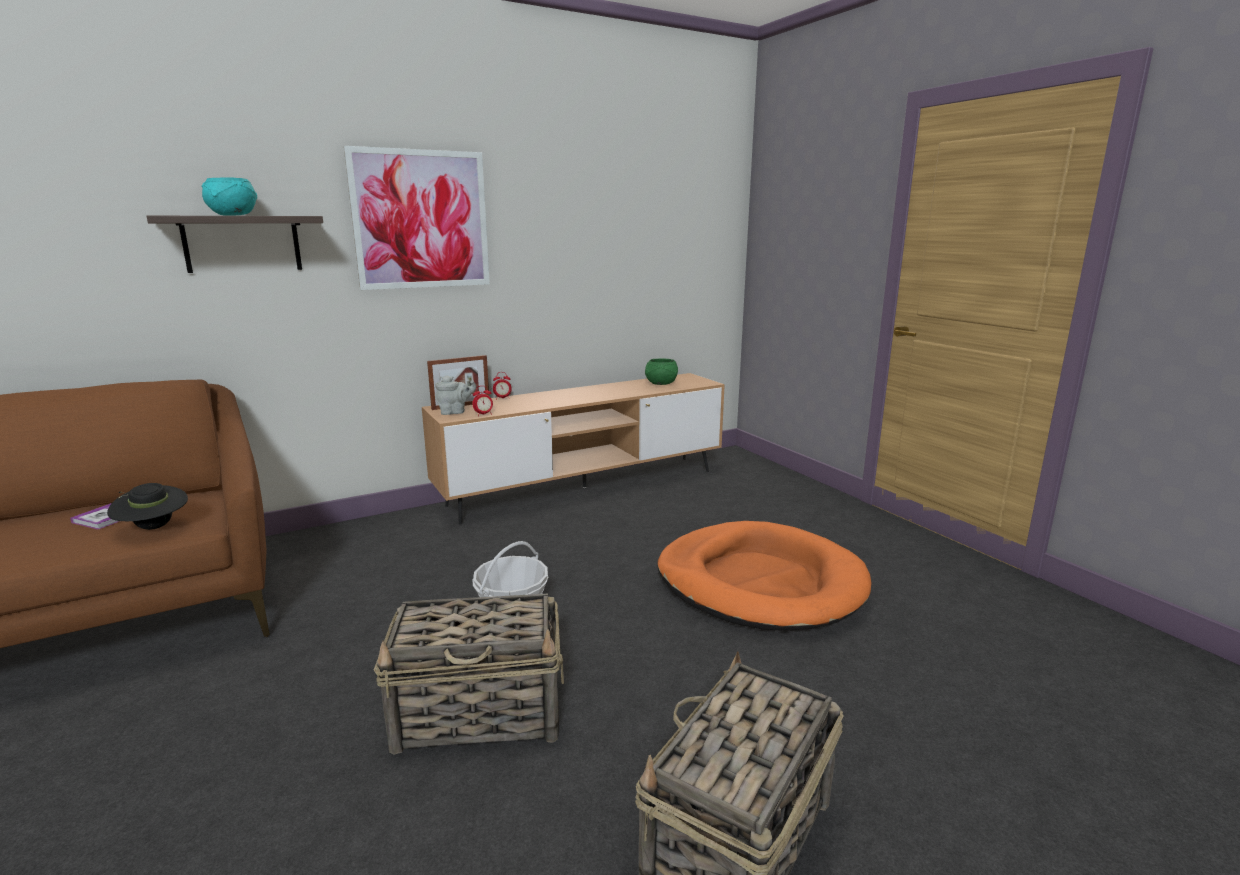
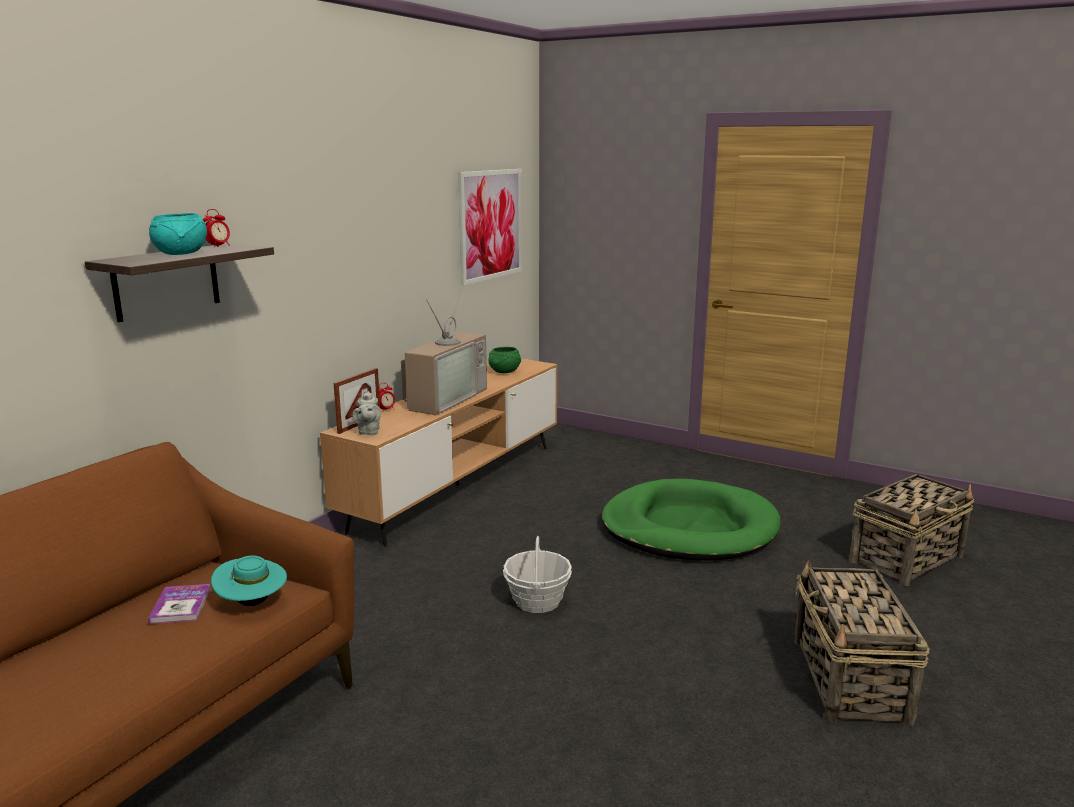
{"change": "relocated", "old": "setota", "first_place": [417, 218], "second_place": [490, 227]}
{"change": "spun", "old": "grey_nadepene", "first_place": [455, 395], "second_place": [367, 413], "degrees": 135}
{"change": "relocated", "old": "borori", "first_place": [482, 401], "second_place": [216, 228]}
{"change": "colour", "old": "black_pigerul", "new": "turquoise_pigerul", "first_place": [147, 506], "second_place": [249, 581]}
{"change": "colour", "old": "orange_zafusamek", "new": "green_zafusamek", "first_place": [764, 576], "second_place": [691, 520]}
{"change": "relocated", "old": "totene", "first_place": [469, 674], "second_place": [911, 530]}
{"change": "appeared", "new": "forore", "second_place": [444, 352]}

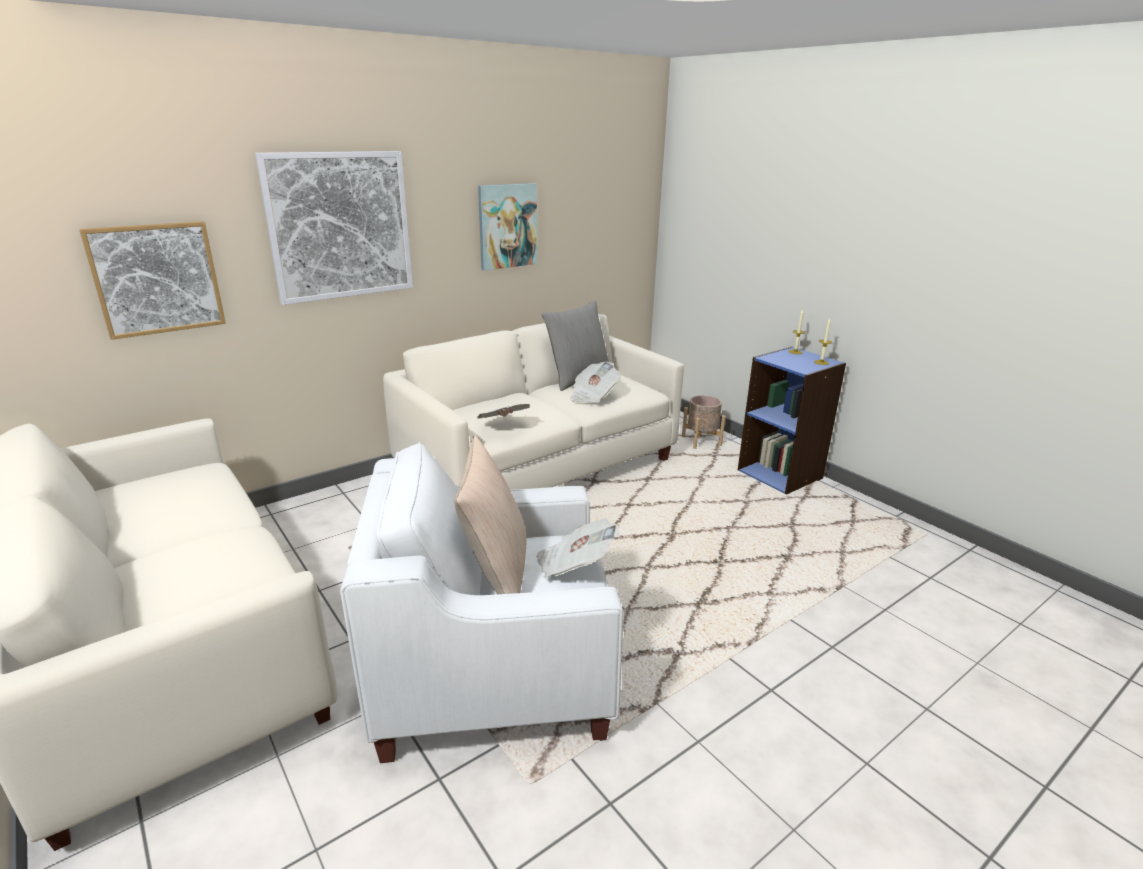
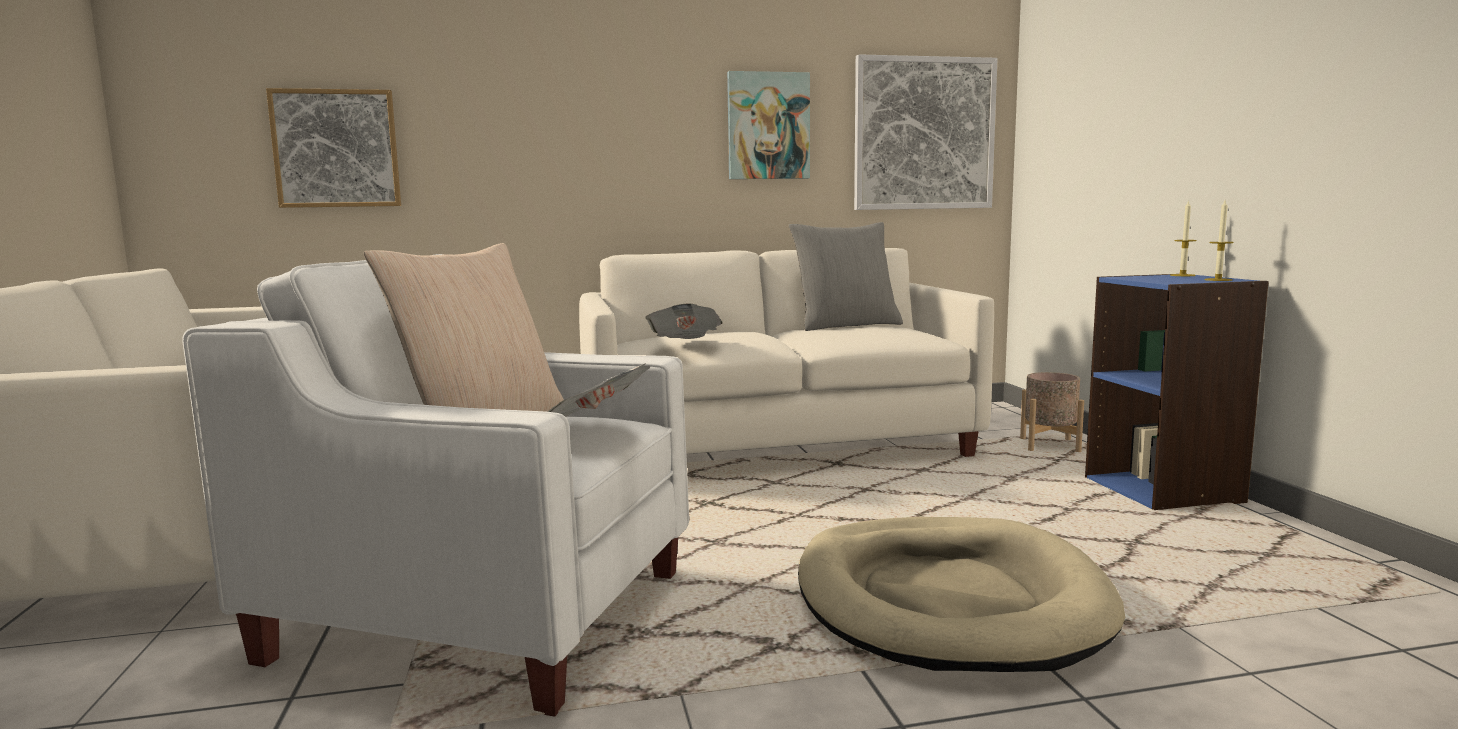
{"change": "relocated", "old": "setota", "first_place": [334, 228], "second_place": [926, 132]}
{"change": "missing", "old": "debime", "first_place": [595, 382]}
{"change": "appeared", "new": "beige_zafusamek", "second_place": [961, 594]}

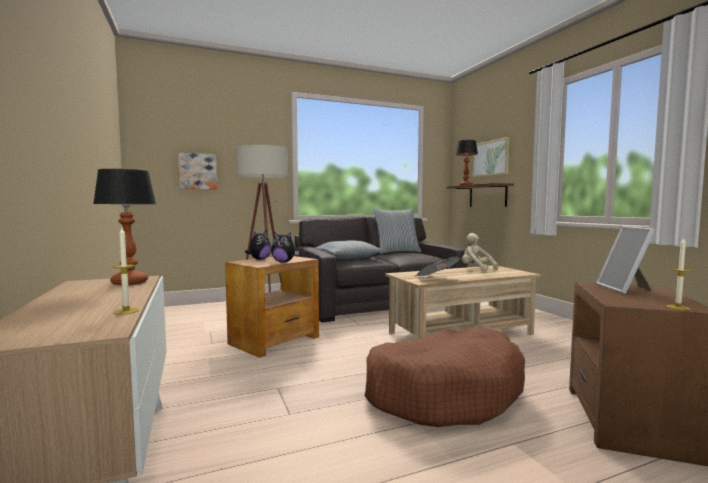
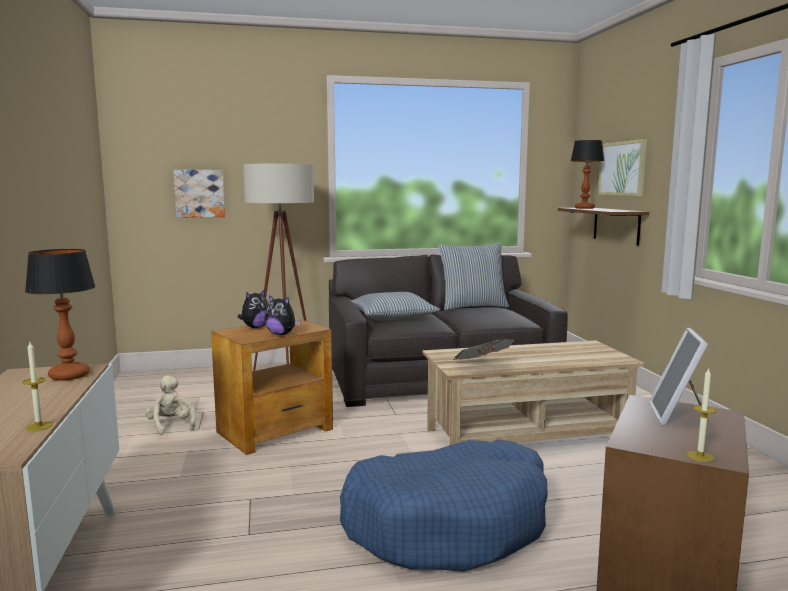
{"change": "relocated", "old": "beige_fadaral", "first_place": [480, 252], "second_place": [170, 405]}
{"change": "colour", "old": "brown_zafusamek", "new": "blue_zafusamek", "first_place": [444, 377], "second_place": [444, 505]}

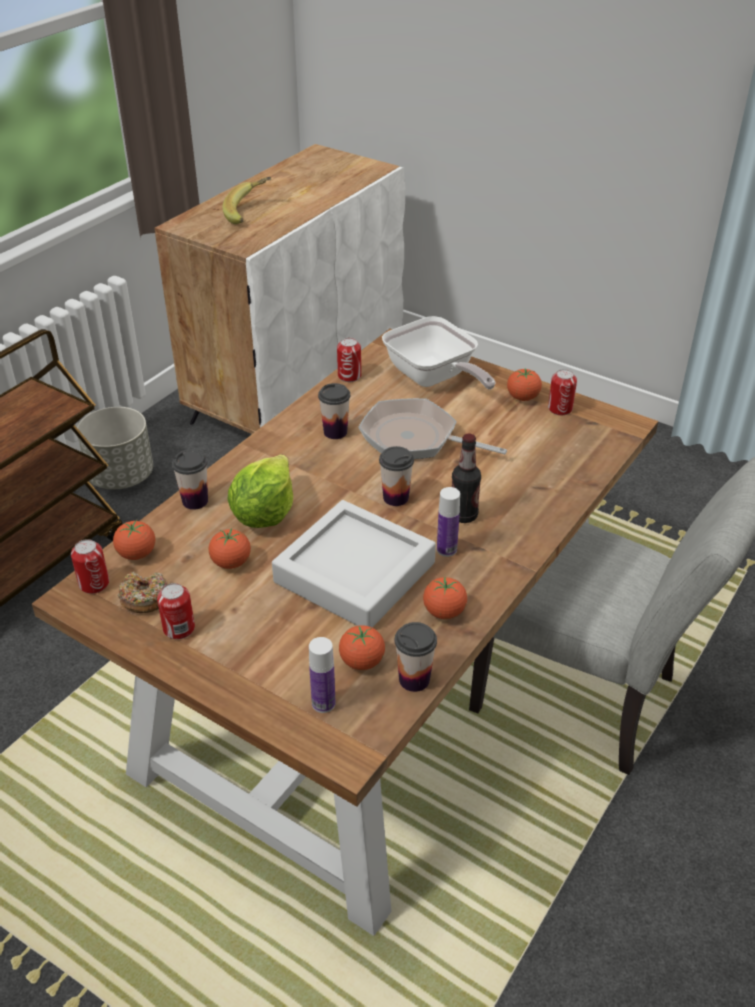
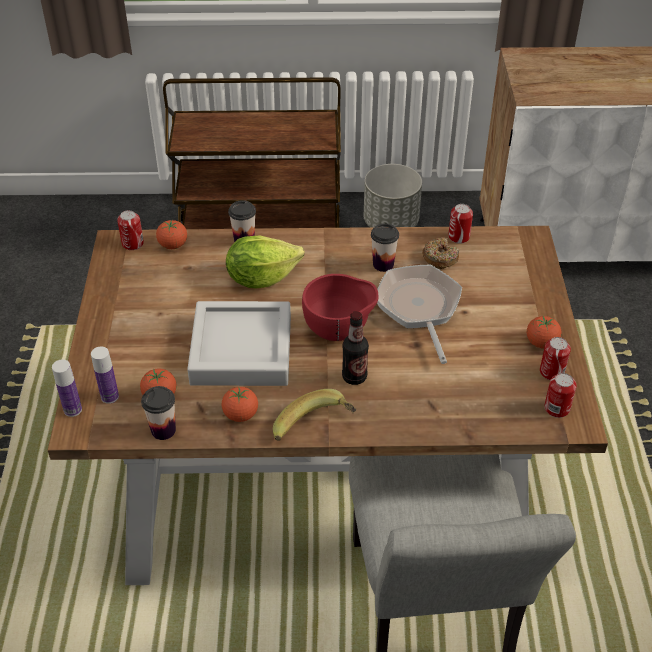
{"change": "relocated", "old": "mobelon", "first_place": [246, 200], "second_place": [314, 415]}
{"change": "missing", "old": "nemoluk", "first_place": [439, 353]}
{"change": "exchanged", "old": "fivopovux", "new": "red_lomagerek", "first_place": [396, 476], "second_place": [340, 307]}
{"change": "relocated", "old": "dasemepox", "first_place": [448, 522], "second_place": [67, 388]}
{"change": "missing", "old": "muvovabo", "first_place": [230, 548]}
{"change": "relocated", "old": "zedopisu", "first_place": [142, 592], "second_place": [440, 253]}
{"change": "relocated", "old": "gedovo", "first_place": [176, 611], "second_place": [560, 395]}

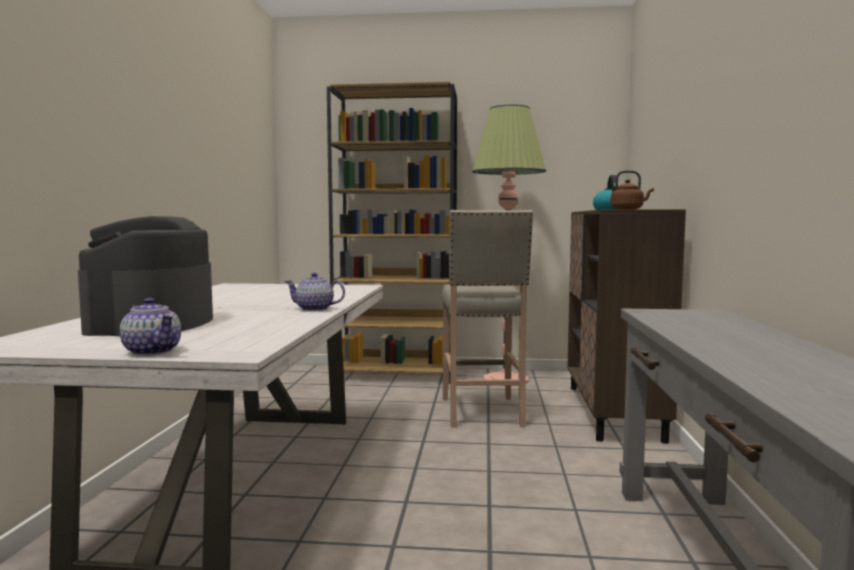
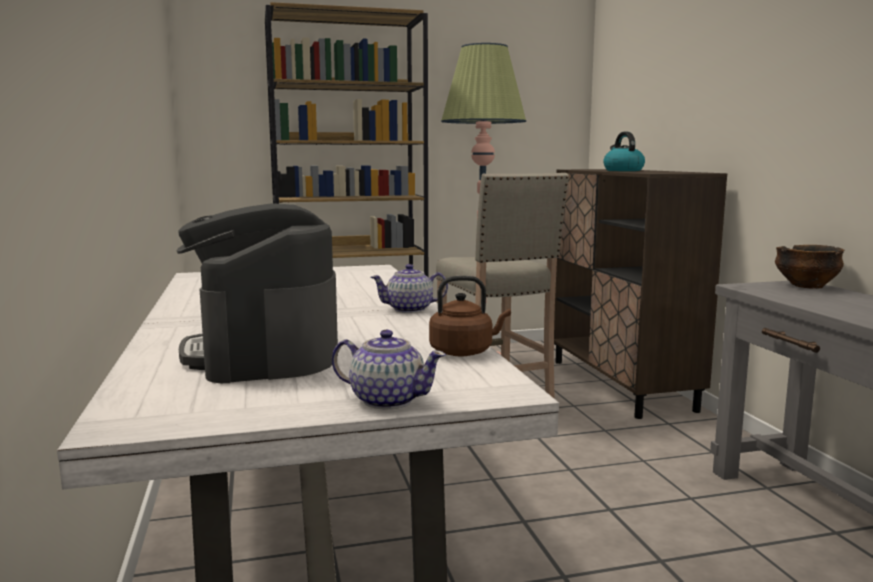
{"change": "relocated", "old": "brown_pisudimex", "first_place": [632, 190], "second_place": [470, 316]}
{"change": "appeared", "new": "lomagerek", "second_place": [809, 267]}

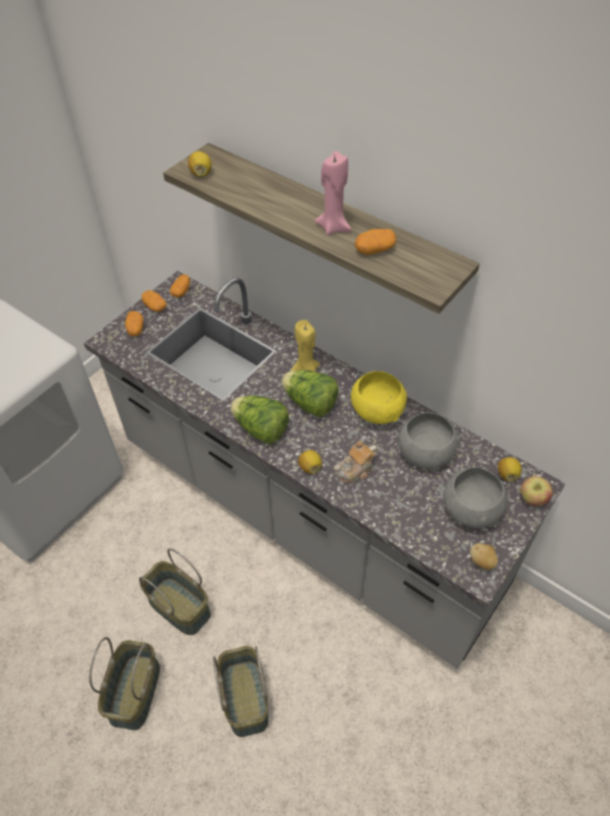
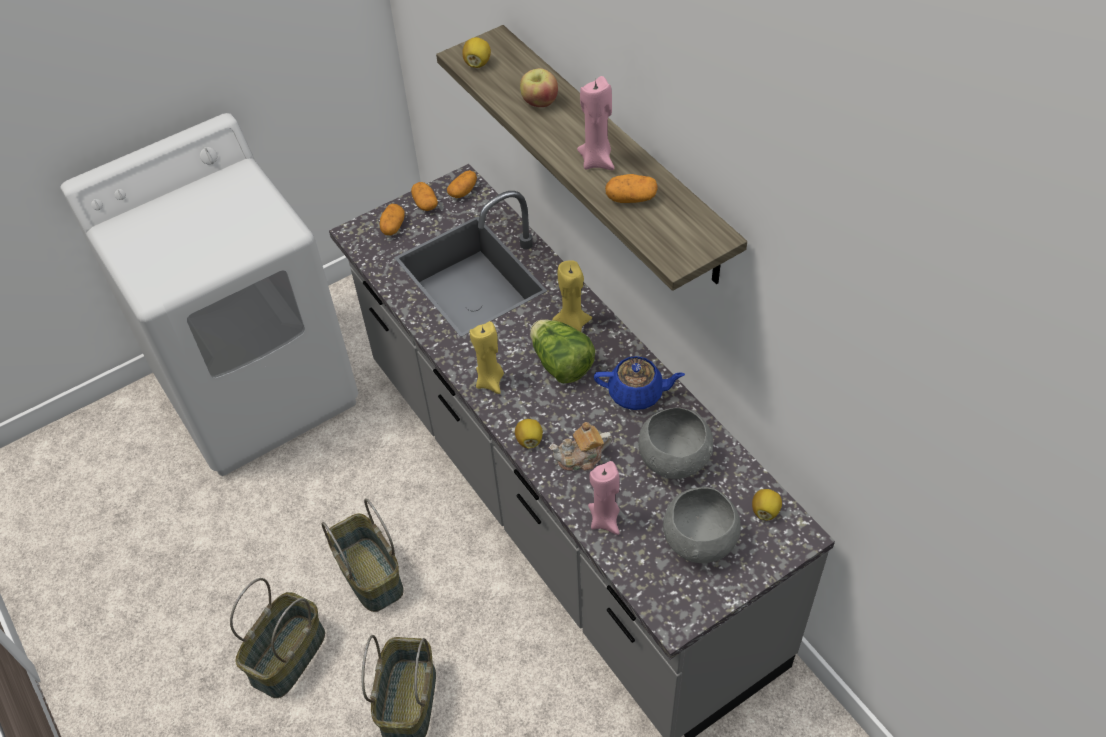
{"change": "exchanged", "old": "yellow_lomagerek", "new": "blue_nadepene", "first_place": [379, 397], "second_place": [639, 383]}
{"change": "exchanged", "old": "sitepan", "new": "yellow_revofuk", "first_place": [259, 419], "second_place": [487, 357]}
{"change": "relocated", "old": "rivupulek", "first_place": [536, 491], "second_place": [539, 87]}
{"change": "missing", "old": "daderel", "first_place": [484, 556]}
{"change": "appeared", "new": "pink_revofuk", "second_place": [604, 498]}

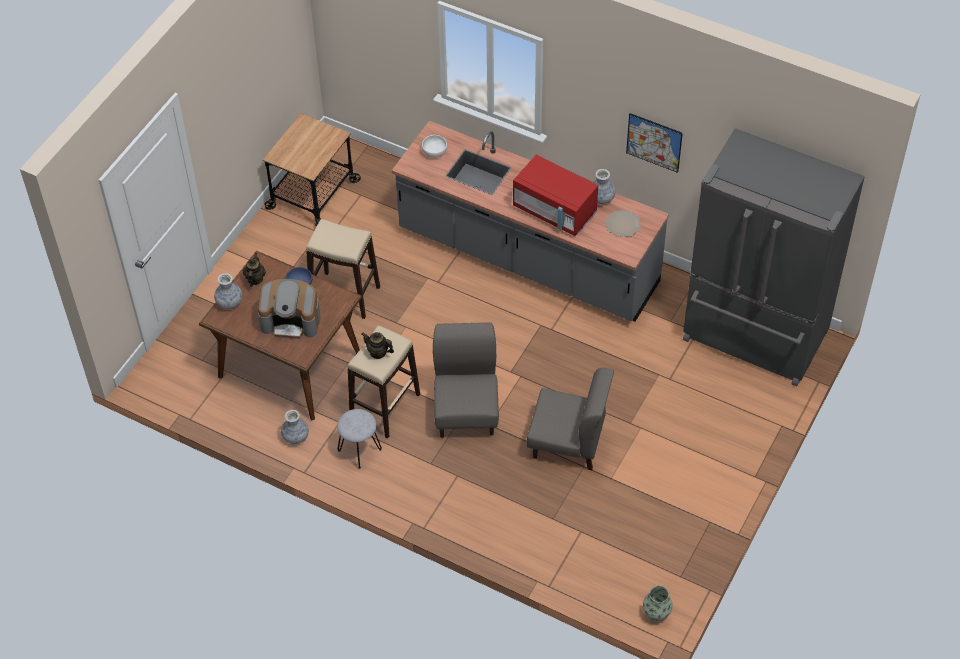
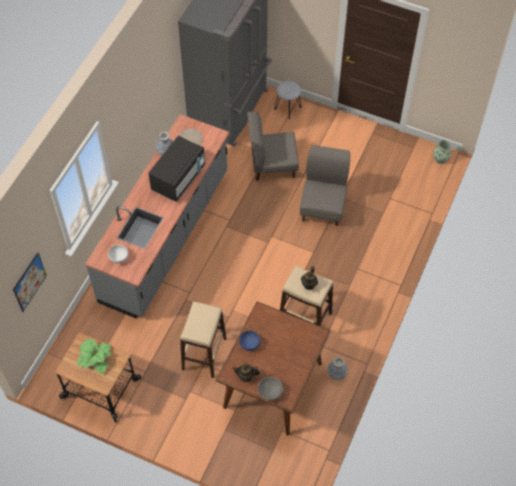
{"change": "relocated", "old": "setota", "first_place": [654, 143], "second_place": [30, 282]}
{"change": "colour", "old": "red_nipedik", "new": "black_nipedik", "first_place": [555, 195], "second_place": [176, 169]}
{"change": "exchanged", "old": "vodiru", "new": "grey_lomagerek", "first_place": [228, 291], "second_place": [270, 388]}
{"change": "missing", "old": "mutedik", "first_place": [289, 309]}
{"change": "relocated", "old": "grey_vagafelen", "first_place": [466, 380], "second_place": [273, 146]}
{"change": "relocated", "old": "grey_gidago", "first_place": [359, 439], "second_place": [287, 100]}
{"change": "appeared", "new": "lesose", "second_place": [94, 356]}

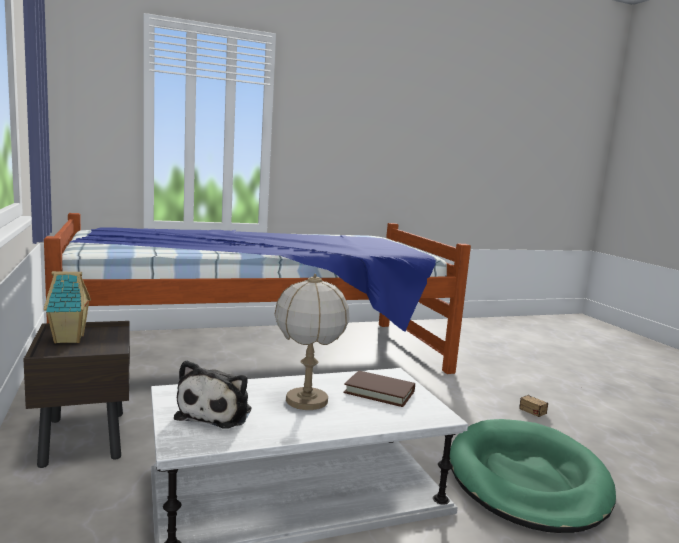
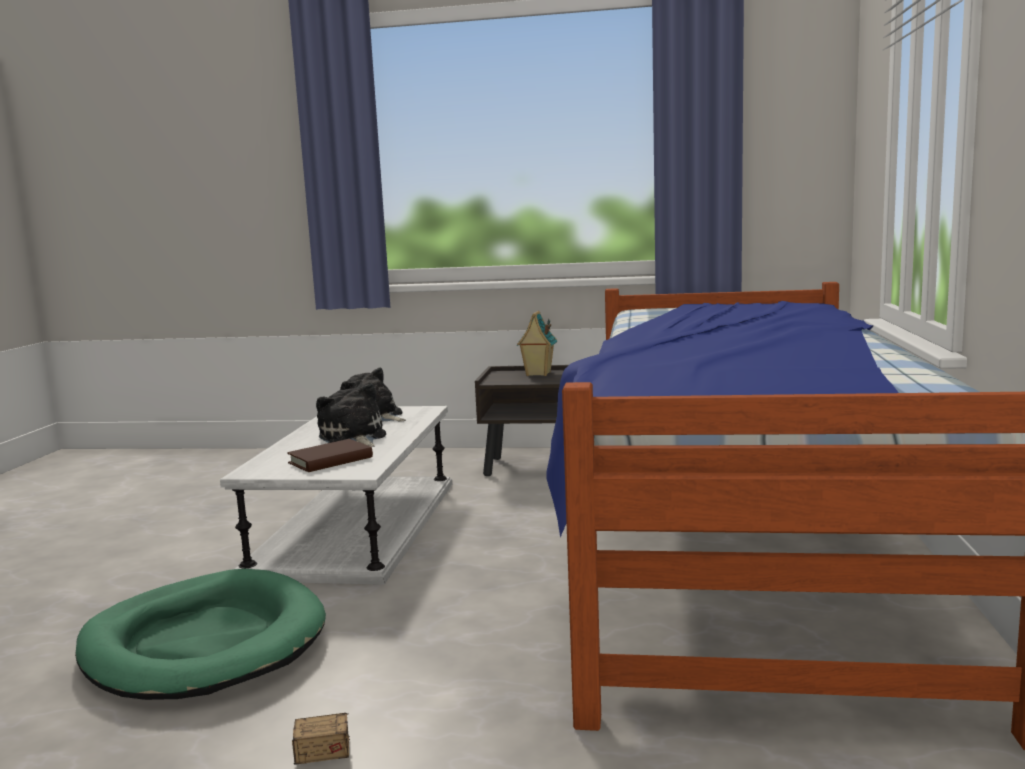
{"change": "exchanged", "old": "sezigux", "new": "fadaral", "first_place": [312, 342], "second_place": [351, 415]}

